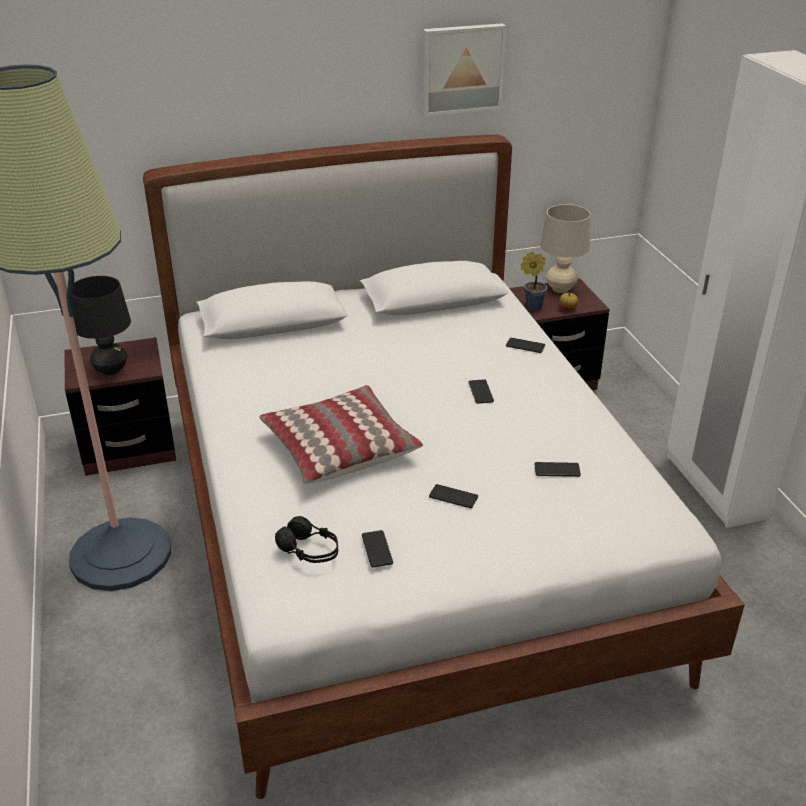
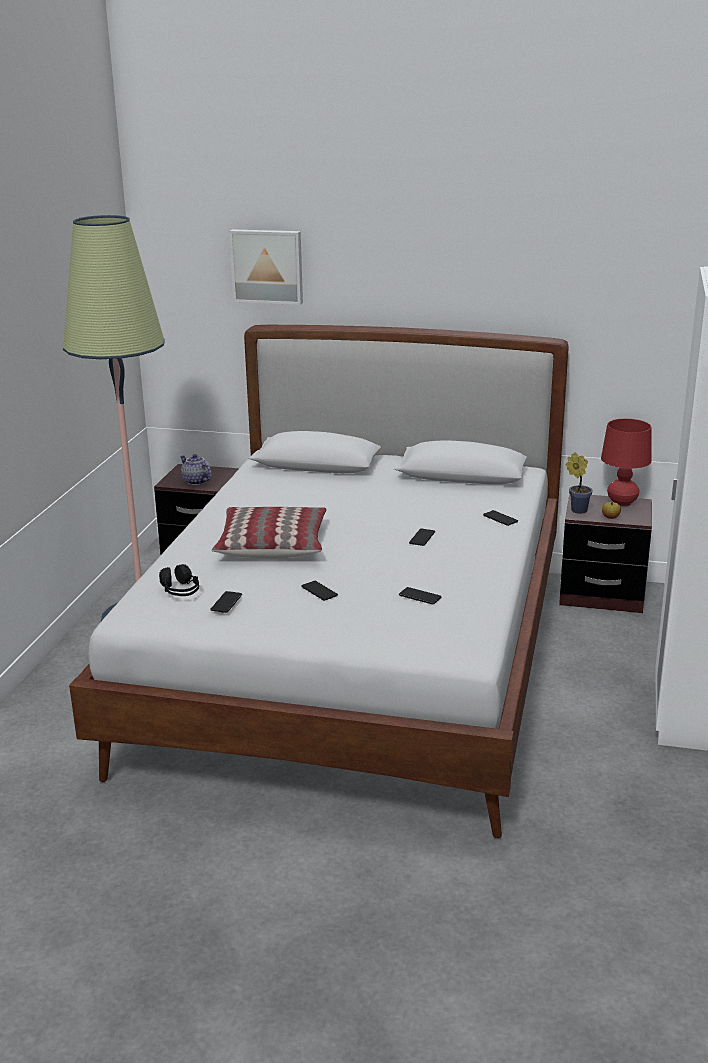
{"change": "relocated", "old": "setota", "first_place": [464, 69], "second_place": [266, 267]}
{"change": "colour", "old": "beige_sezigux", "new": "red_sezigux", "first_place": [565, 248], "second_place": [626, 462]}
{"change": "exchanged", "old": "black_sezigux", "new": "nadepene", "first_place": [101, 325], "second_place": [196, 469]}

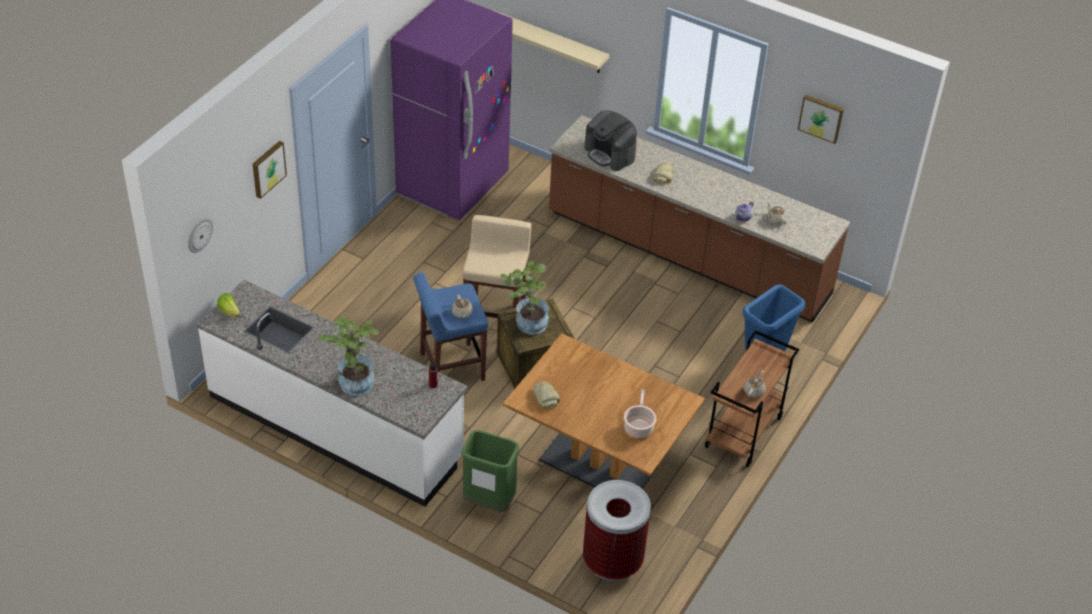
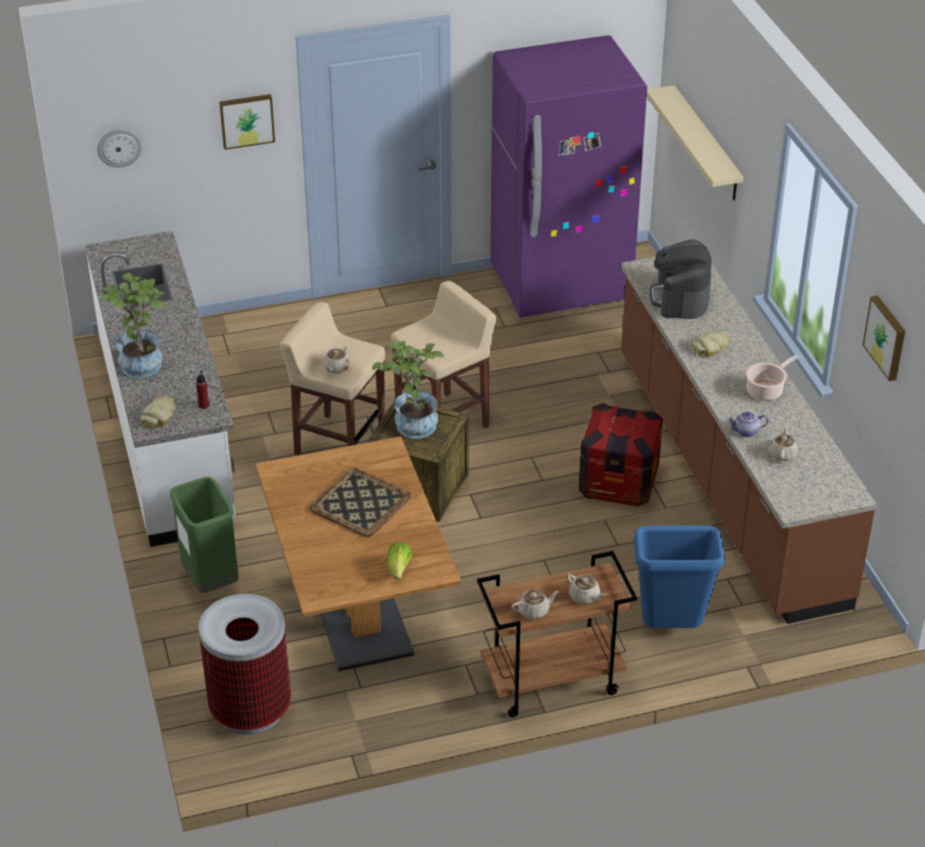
{"change": "colour", "old": "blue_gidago", "new": "beige_gidago", "first_place": [450, 326], "second_place": [332, 378]}
{"change": "relocated", "old": "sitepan", "first_place": [229, 305], "second_place": [400, 561]}
{"change": "relocated", "old": "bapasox", "first_place": [546, 395], "second_place": [157, 412]}
{"change": "relocated", "old": "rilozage", "first_place": [640, 414], "second_place": [772, 378]}
{"change": "appeared", "new": "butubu", "second_place": [621, 455]}
{"change": "appeared", "new": "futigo", "second_place": [360, 502]}
{"change": "appeared", "new": "beige_nadepene", "second_place": [586, 589]}

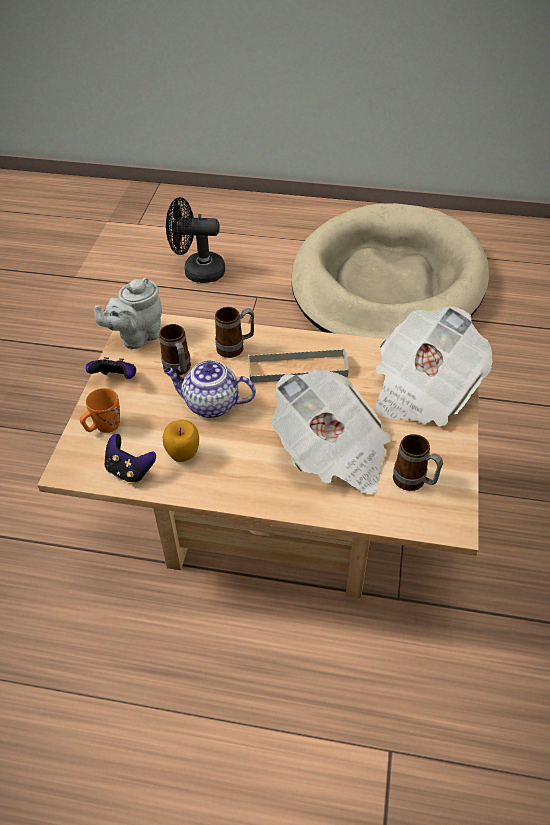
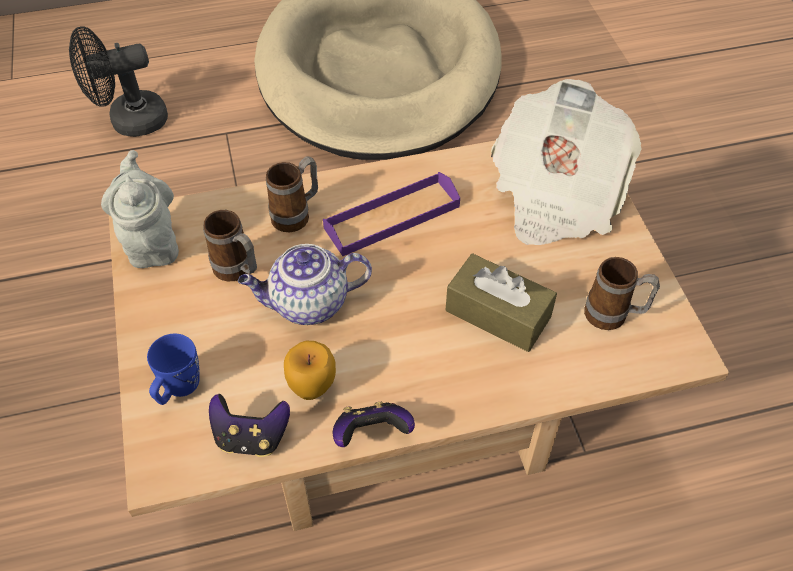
{"change": "spun", "old": "grey_nadepene", "first_place": [128, 313], "second_place": [140, 209], "degrees": 135}
{"change": "colour", "old": "grey_futigo", "new": "purple_futigo", "first_place": [298, 365], "second_place": [391, 214]}
{"change": "relocated", "old": "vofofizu", "first_place": [111, 368], "second_place": [374, 424]}
{"change": "exchanged", "old": "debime", "new": "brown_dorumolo", "first_place": [330, 432], "second_place": [501, 303]}
{"change": "colour", "old": "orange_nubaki", "new": "blue_nubaki", "first_place": [100, 410], "second_place": [173, 369]}

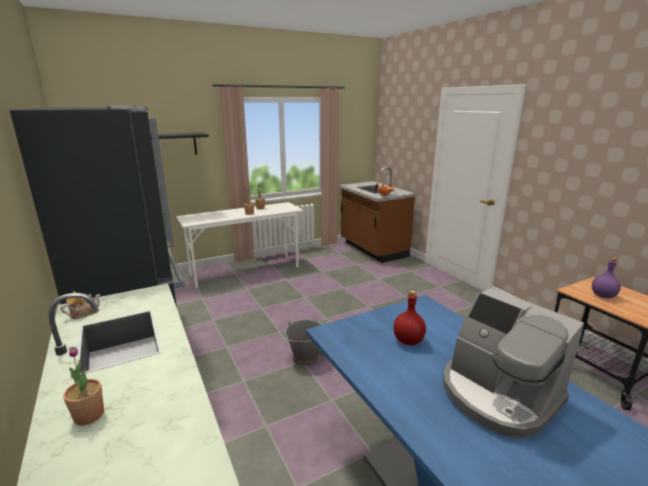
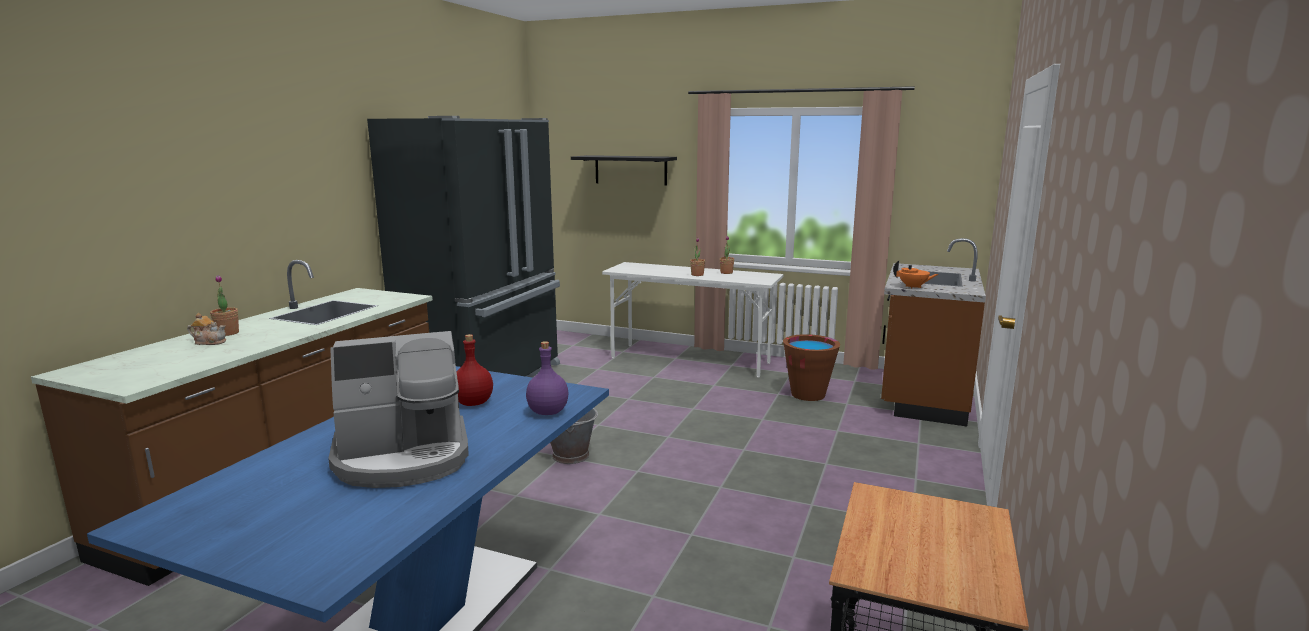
{"change": "relocated", "old": "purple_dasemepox", "first_place": [606, 278], "second_place": [547, 378]}
{"change": "spun", "old": "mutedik", "first_place": [513, 363], "second_place": [398, 409], "degrees": -120}
{"change": "relocated", "old": "nadepene", "first_place": [80, 305], "second_place": [206, 329]}
{"change": "appeared", "new": "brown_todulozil", "second_place": [811, 367]}

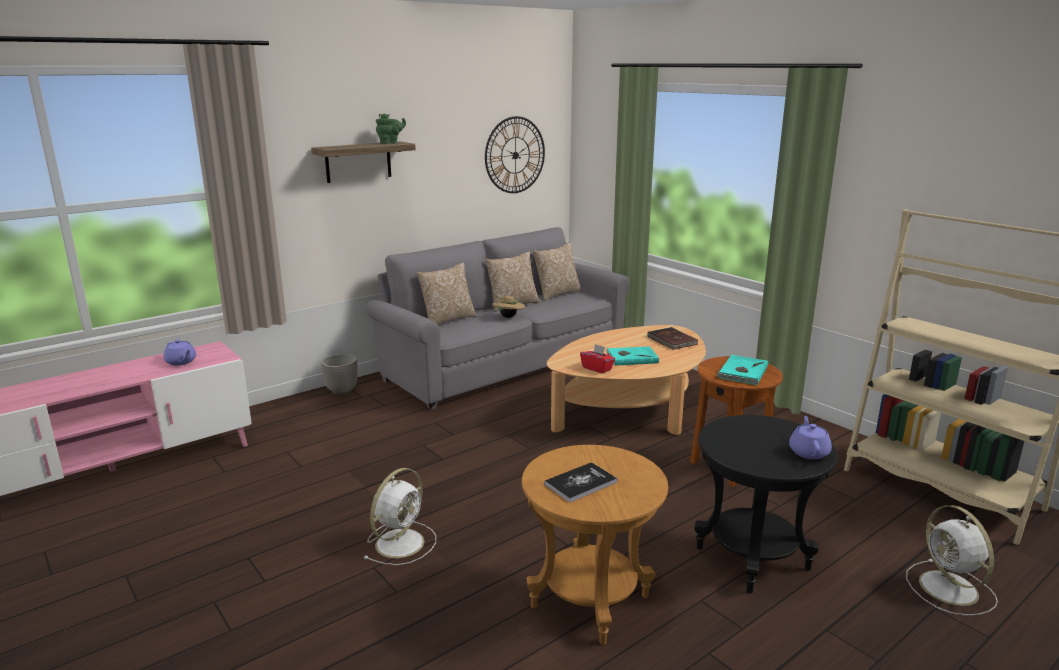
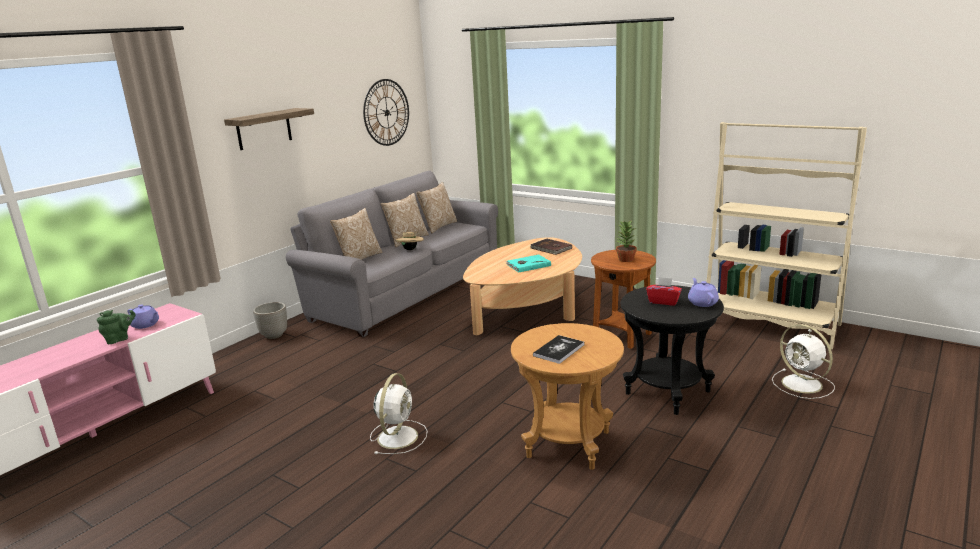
{"change": "relocated", "old": "green_nadepene", "first_place": [391, 128], "second_place": [116, 327]}
{"change": "relocated", "old": "red_dorumolo", "first_place": [597, 358], "second_place": [664, 291]}
{"change": "exchanged", "old": "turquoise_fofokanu", "new": "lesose", "first_place": [741, 370], "second_place": [626, 241]}

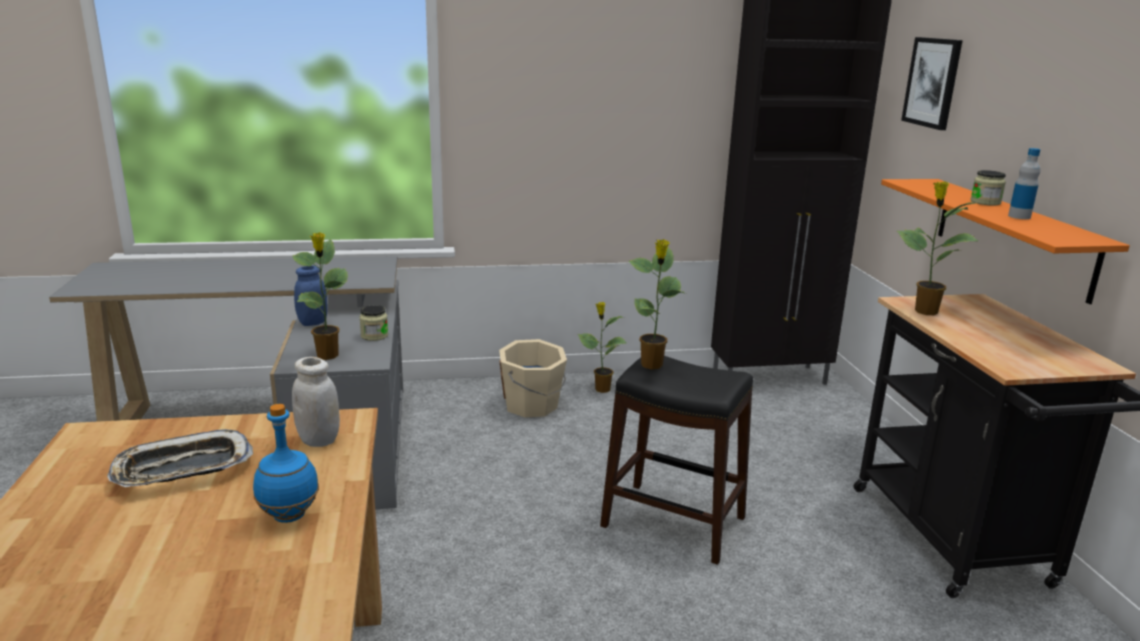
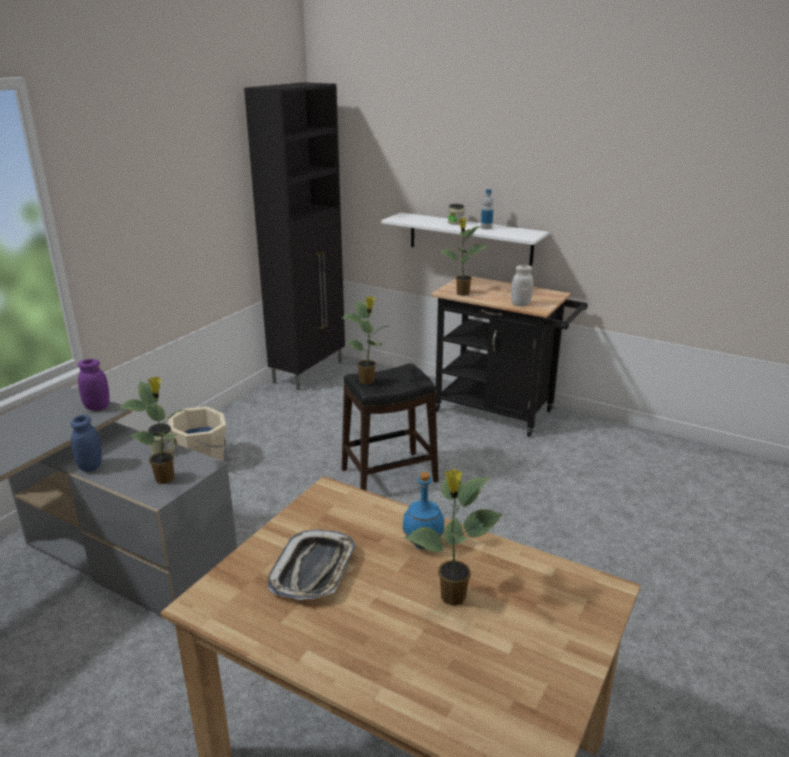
{"change": "missing", "old": "setota", "first_place": [932, 83]}
{"change": "colour", "old": "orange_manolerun", "new": "white_manolerun", "first_place": [1005, 241], "second_place": [465, 239]}
{"change": "relocated", "old": "lesose", "first_place": [602, 347], "second_place": [453, 537]}
{"change": "relocated", "old": "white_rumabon", "first_place": [316, 402], "second_place": [522, 285]}
{"change": "appeared", "new": "purple_rumabon", "second_place": [94, 385]}

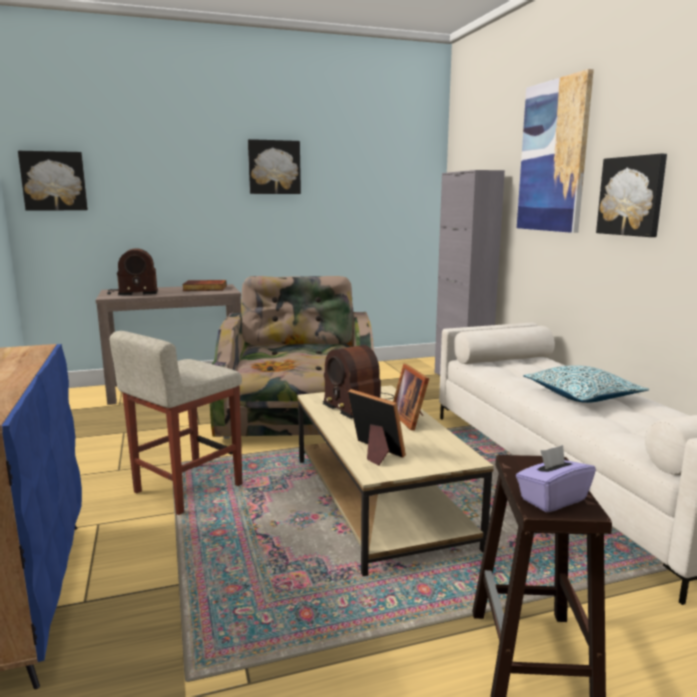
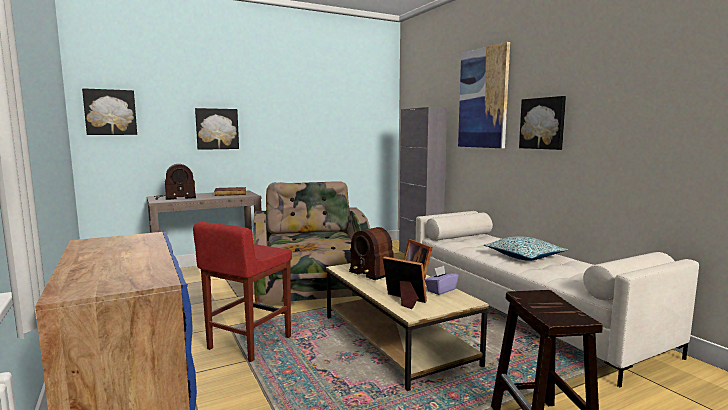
{"change": "relocated", "old": "setota", "first_place": [274, 166], "second_place": [217, 129]}
{"change": "colour", "old": "beige_gidago", "new": "red_gidago", "first_place": [176, 423], "second_place": [242, 292]}
{"change": "relocated", "old": "purple_dorumolo", "first_place": [556, 479], "second_place": [442, 280]}

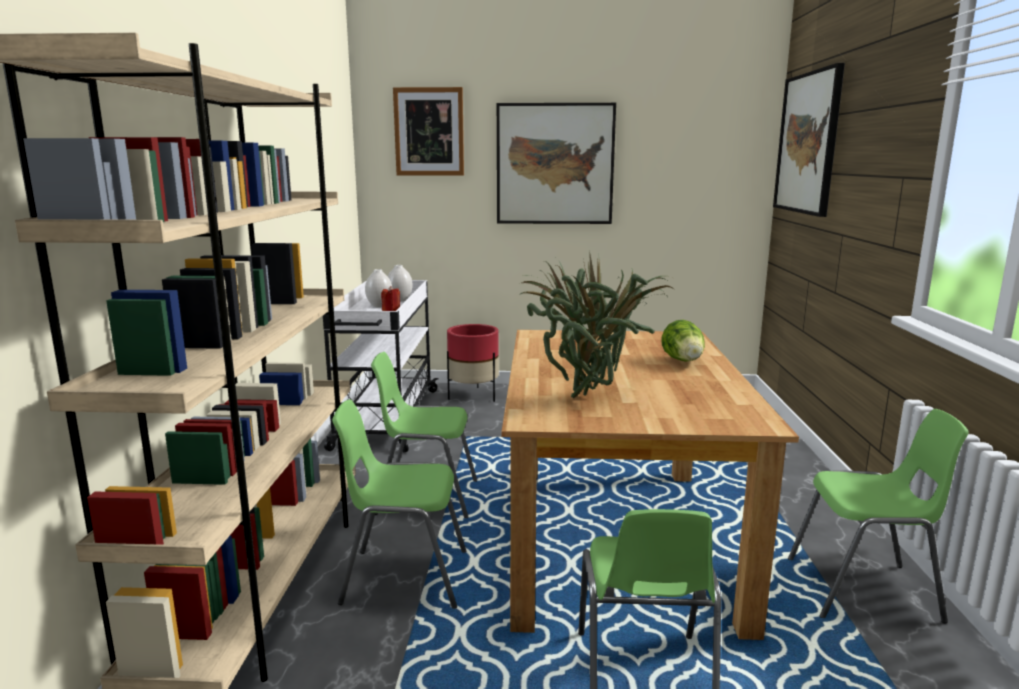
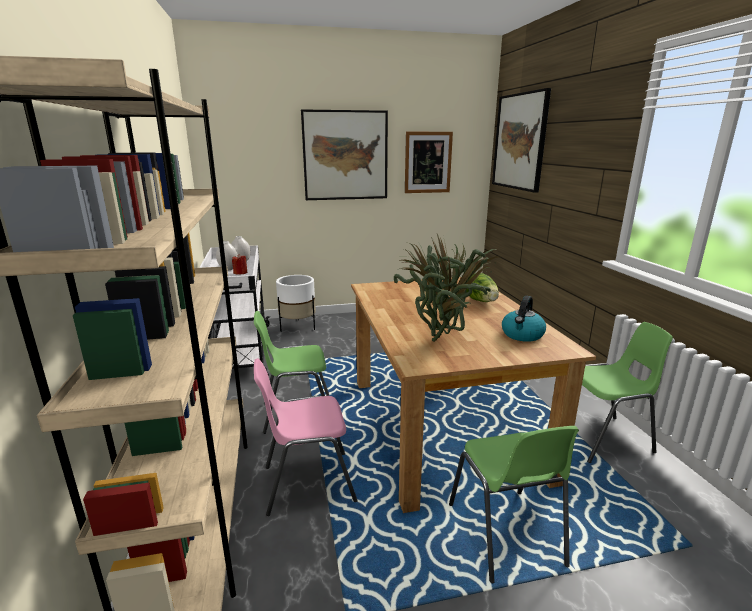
{"change": "relocated", "old": "setota", "first_place": [428, 131], "second_place": [429, 162]}
{"change": "colour", "old": "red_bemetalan", "new": "white_bemetalan", "first_place": [473, 363], "second_place": [296, 303]}
{"change": "colour", "old": "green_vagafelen", "new": "pink_vagafelen", "first_place": [399, 504], "second_place": [306, 437]}
{"change": "appeared", "new": "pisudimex", "second_place": [524, 319]}

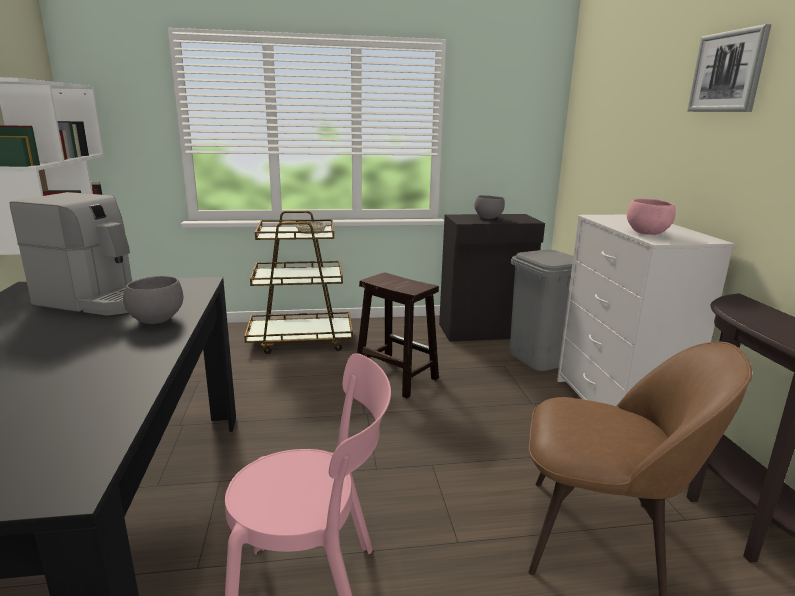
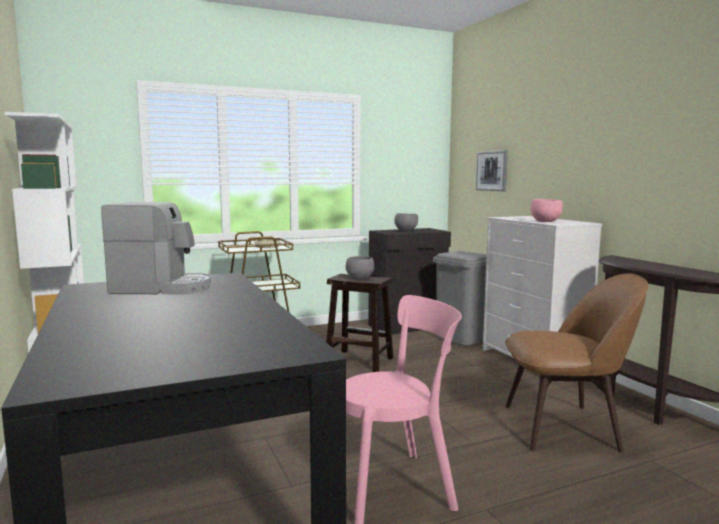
{"change": "relocated", "old": "setota", "first_place": [729, 68], "second_place": [492, 170]}
{"change": "relocated", "old": "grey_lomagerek", "first_place": [153, 300], "second_place": [360, 268]}

